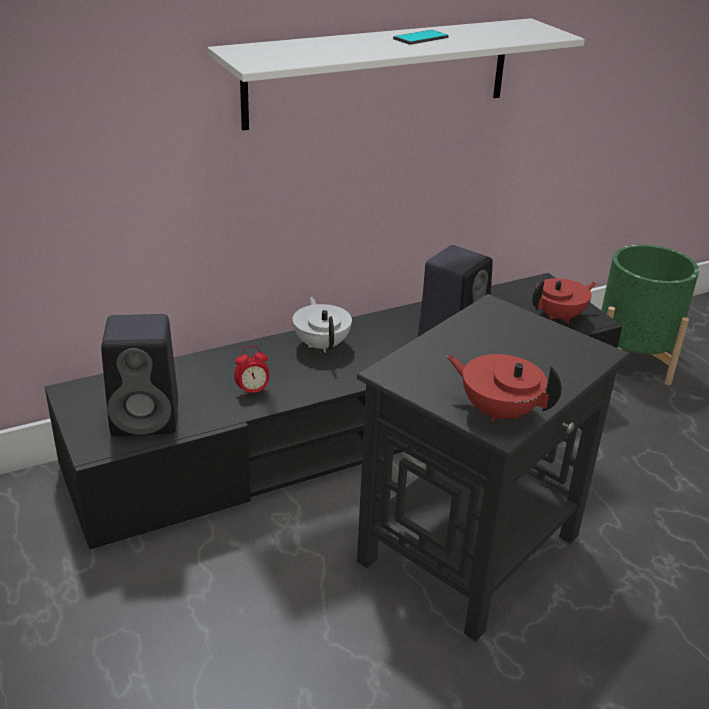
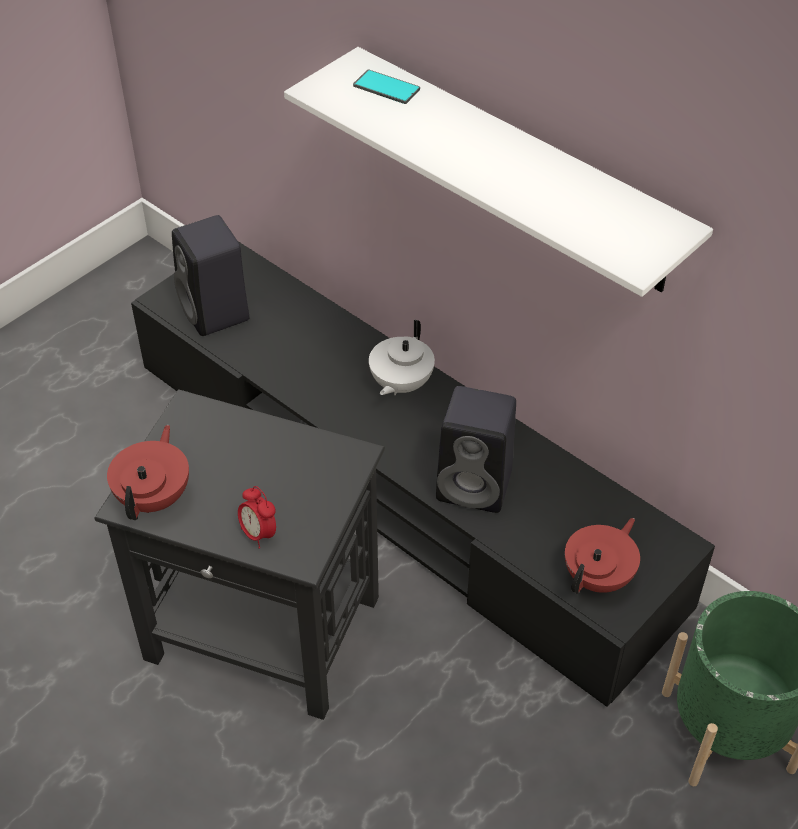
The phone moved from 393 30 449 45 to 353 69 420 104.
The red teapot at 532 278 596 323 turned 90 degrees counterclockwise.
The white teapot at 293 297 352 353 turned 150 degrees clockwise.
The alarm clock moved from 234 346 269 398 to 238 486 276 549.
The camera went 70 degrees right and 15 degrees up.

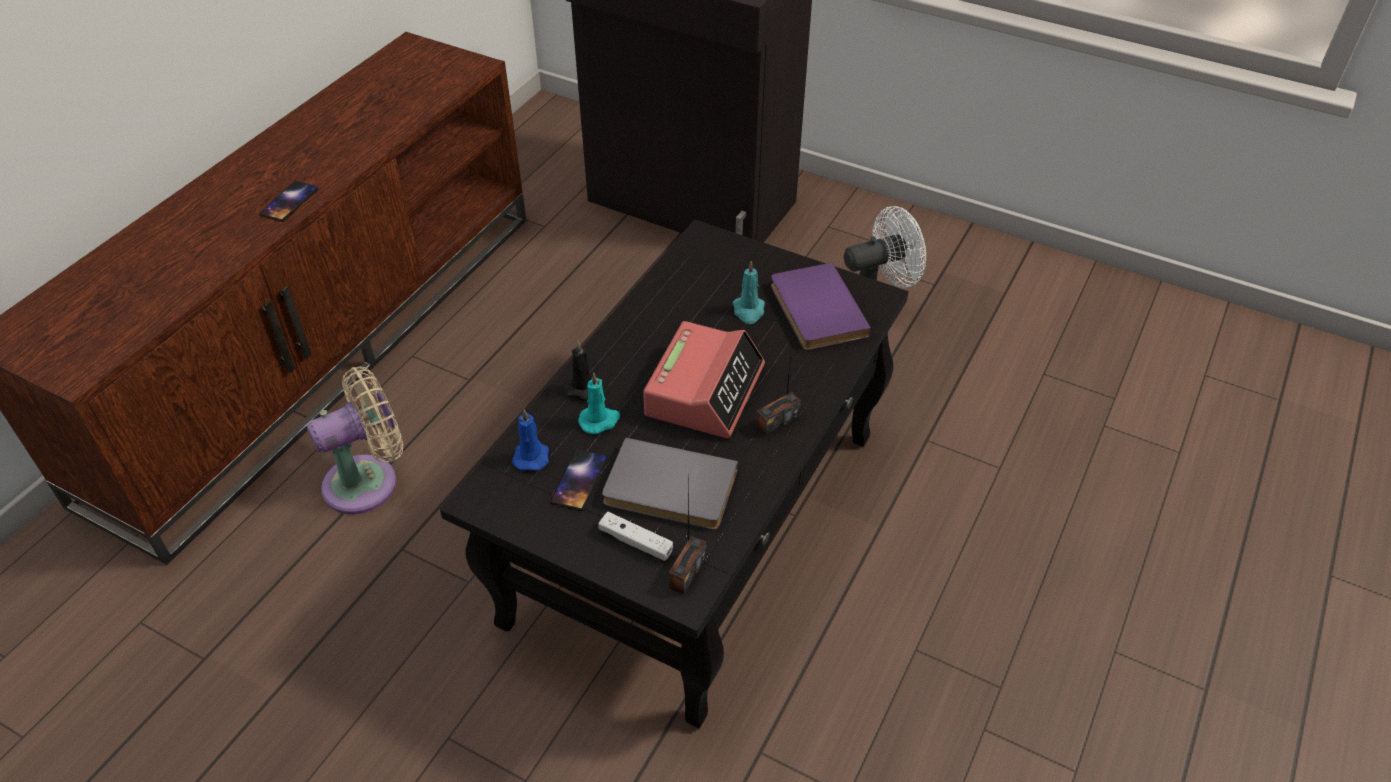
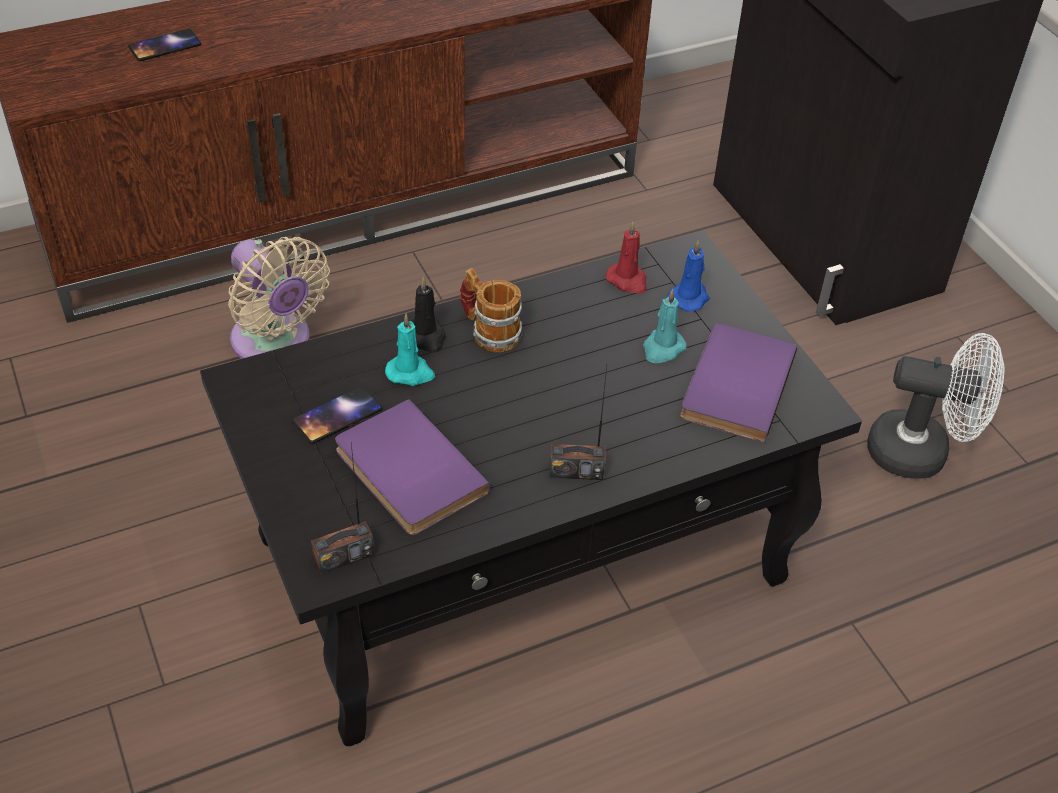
The phone moved from 259 181 318 222 to 128 29 201 61.
The alarm clock at 643 321 765 438 disappeared.
The beige fan at 307 366 403 514 turned 45 degrees clockwise.
The blue candle moved from 512 409 549 471 to 668 241 710 312.
The grey book at 602 438 738 530 became the purple book at 335 399 490 535.
The white game controller at 598 512 673 561 disappeared.
The red candle at 606 221 647 294 appeared.
The mug at 460 268 522 352 appeared.
The camera went 35 degrees right and 0 degrees up.

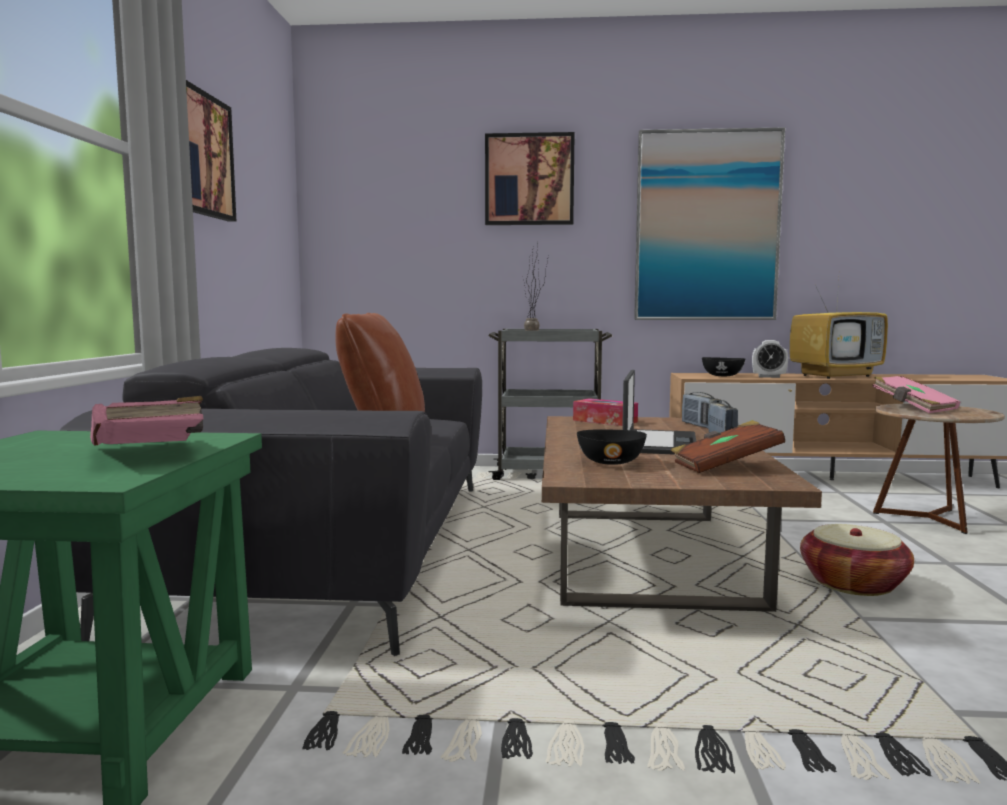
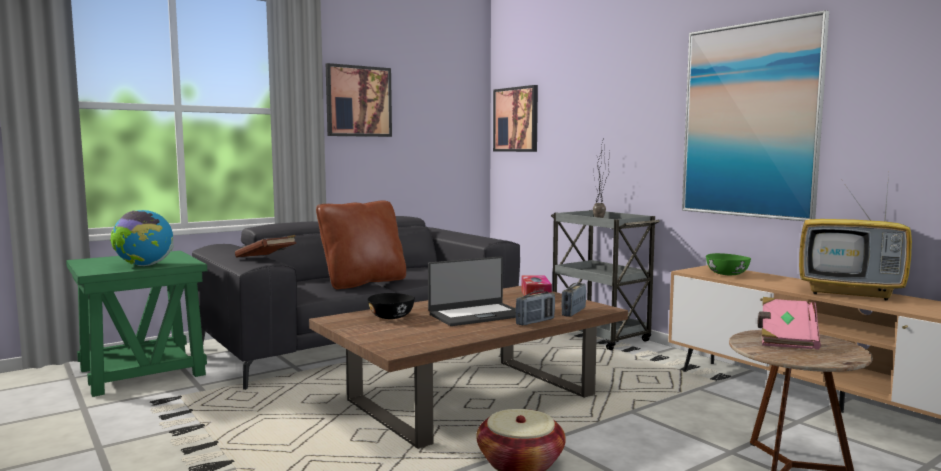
The picture moved from 485 132 575 225 to 493 85 538 152.
The alarm clock at 752 340 788 378 disappeared.
The black bowl at 702 357 745 376 became the green bowl at 706 253 751 275.
The pink book at 90 396 203 446 was replaced by the globe at 110 210 173 266.
The brown book moved from 671 420 785 473 to 235 235 297 258.
The camera went 50 degrees right and 0 degrees up.

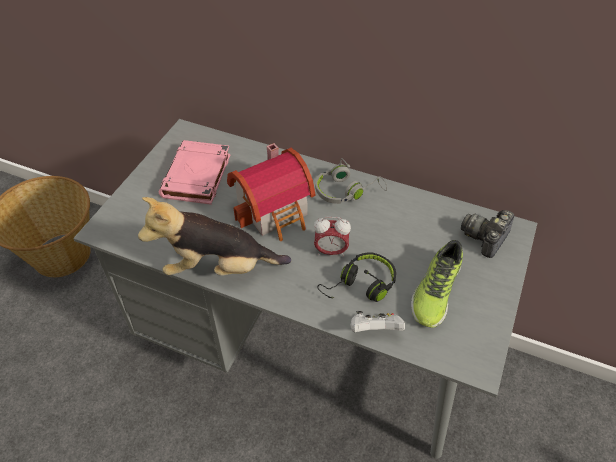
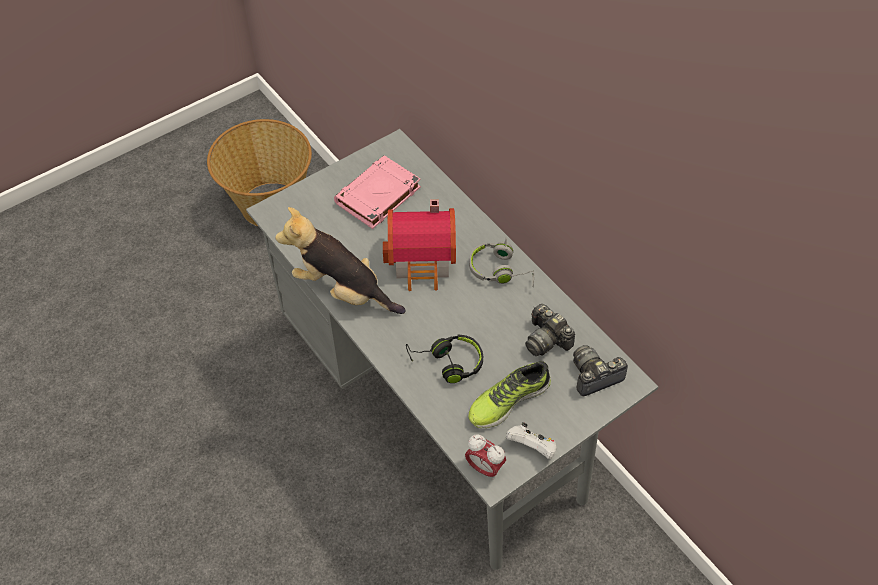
The alarm clock moved from 314 217 351 257 to 465 434 506 480.
The white game controller moved from 351 311 405 332 to 506 422 557 459.
The photo camera at 525 304 575 356 appeared.
The camera went 30 degrees right and 5 degrees up.

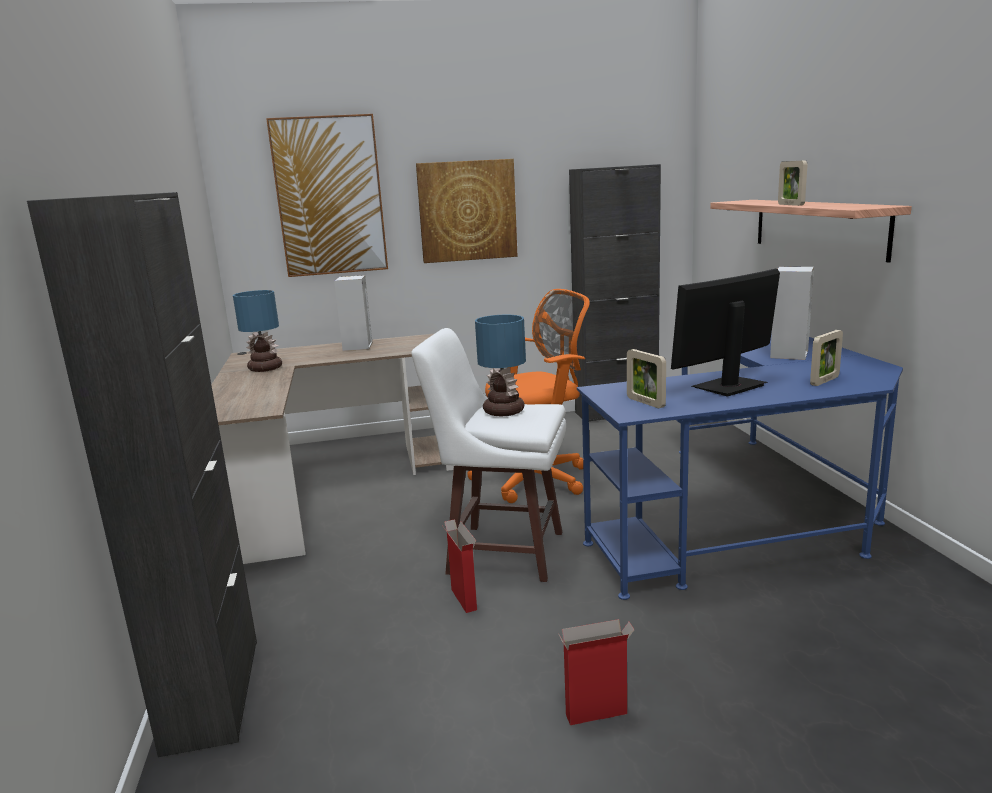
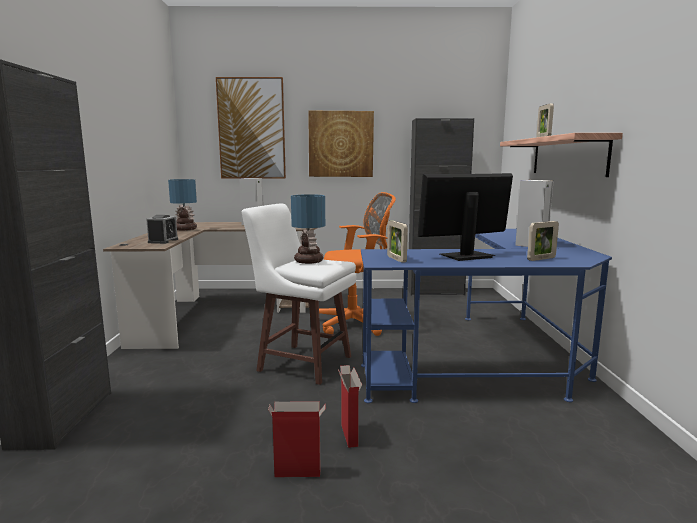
The cardboard box moved from 443 519 477 613 to 338 365 362 448.
The alarm clock at 146 215 178 244 appeared.
The camera went 10 degrees right and 5 degrees down.

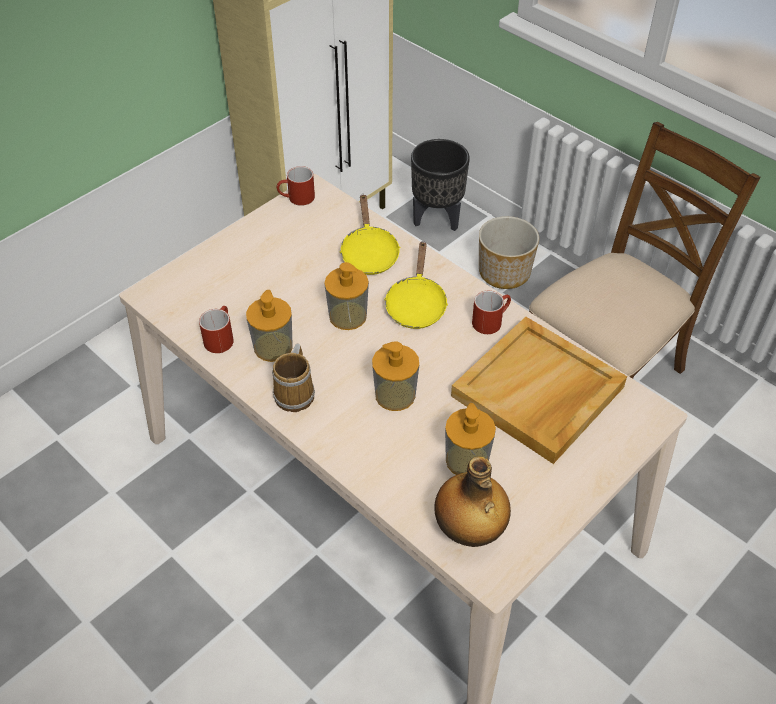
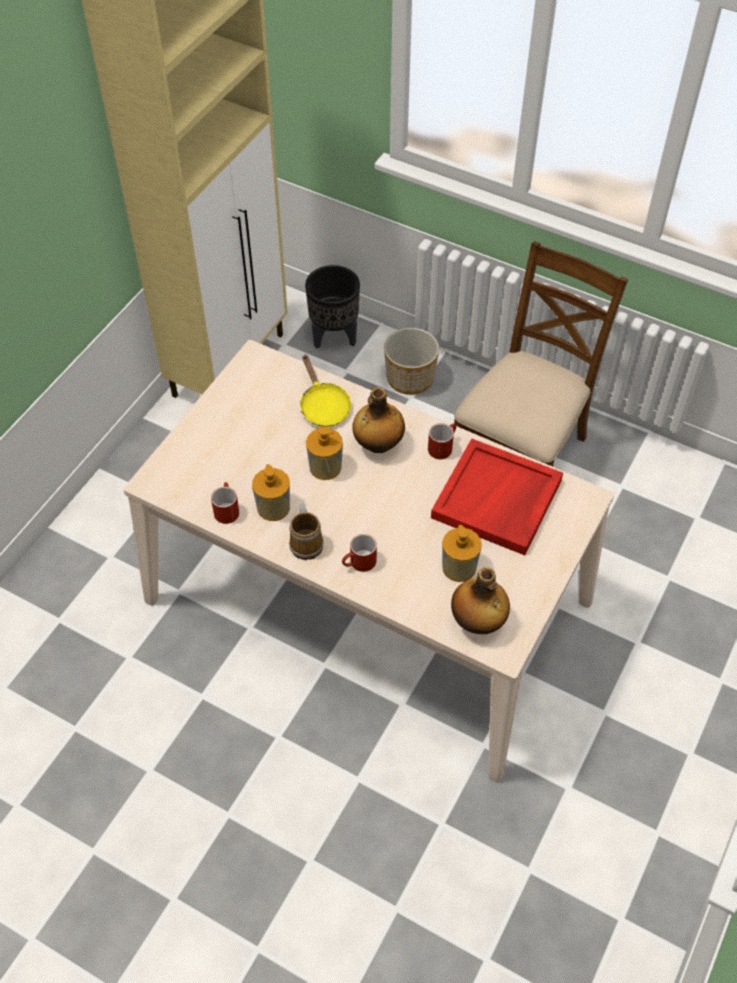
The red mug moved from 276 166 315 206 to 342 534 377 572.
The yellow frying pan at 384 241 448 329 was replaced by the bottle at 352 387 405 453.
The beige tray at 451 317 627 464 became the red tray at 431 438 563 555.
The soap dispenser at 372 341 419 411 disappeared.
The camera went 15 degrees left and 5 degrees up.

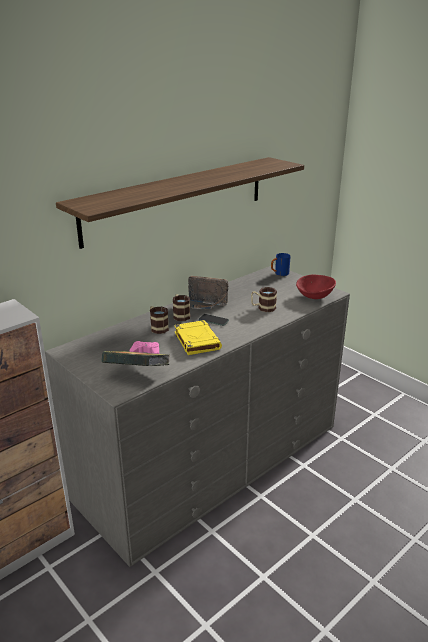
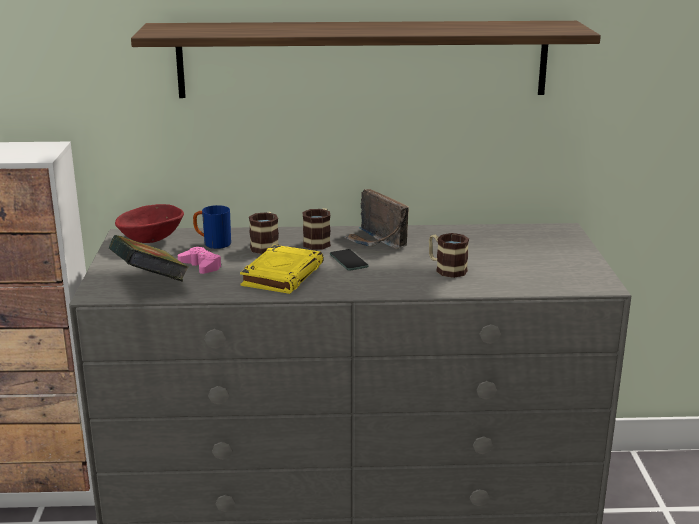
The blue mug moved from 271 253 291 276 to 193 205 231 249.
The red bowl moved from 296 274 336 299 to 115 204 184 243.
The camera went 40 degrees right and 5 degrees down.

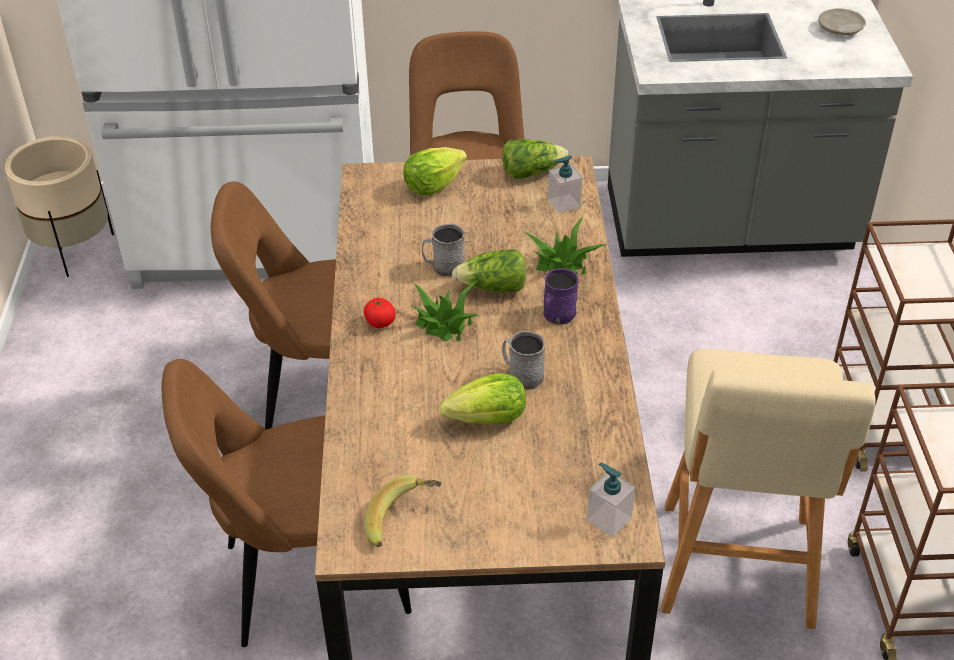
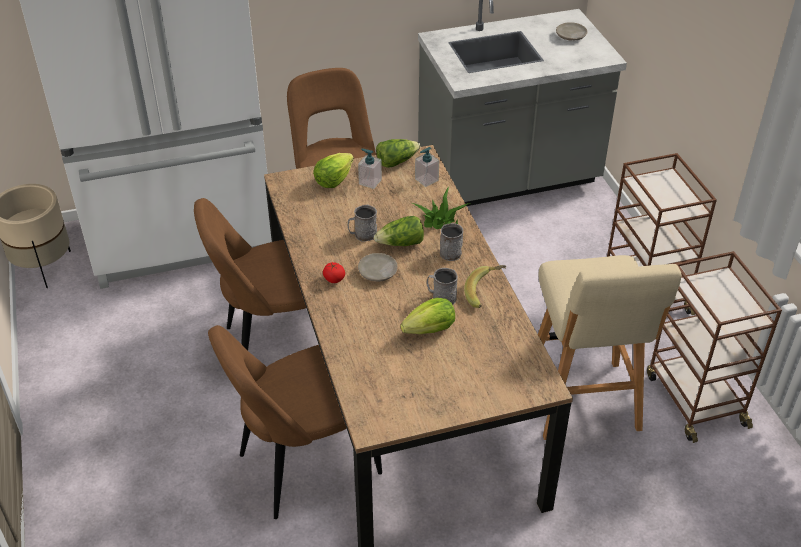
The purple mug at 543 268 579 325 became the grey mug at 440 223 463 261.
The potted plant at 410 280 479 342 was replaced by the beige plate at 358 253 397 282.
The soap dispenser moved from 587 463 635 537 to 358 148 382 189.
The banana moved from 365 475 441 547 to 464 265 506 308.
The camera went 15 degrees left and 0 degrees up.

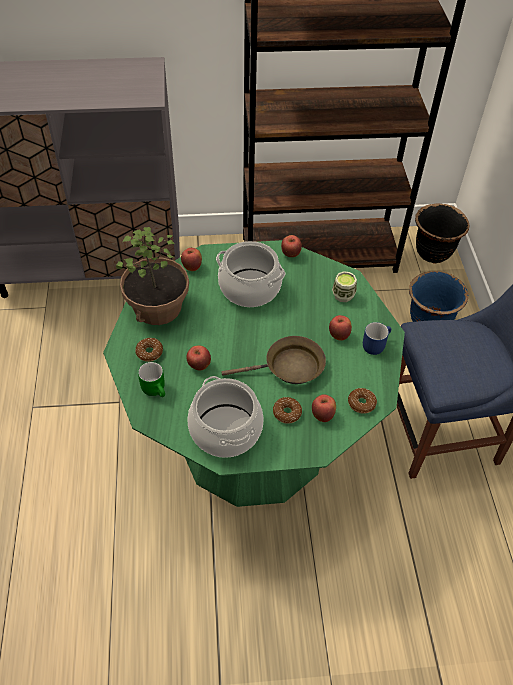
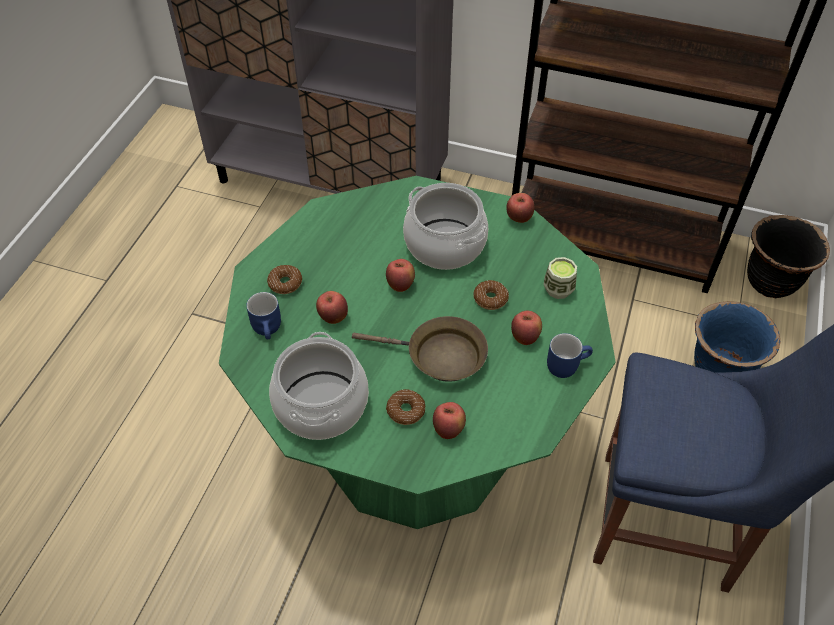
The potted plant at 116 227 189 325 disappeared.
The apple moved from 181 248 202 271 to 386 259 415 292.
The green mug at 138 362 165 397 became the blue mug at 246 292 281 339.
The donut moved from 348 388 377 414 to 474 280 509 310.
The camera went 25 degrees right and 0 degrees up.

